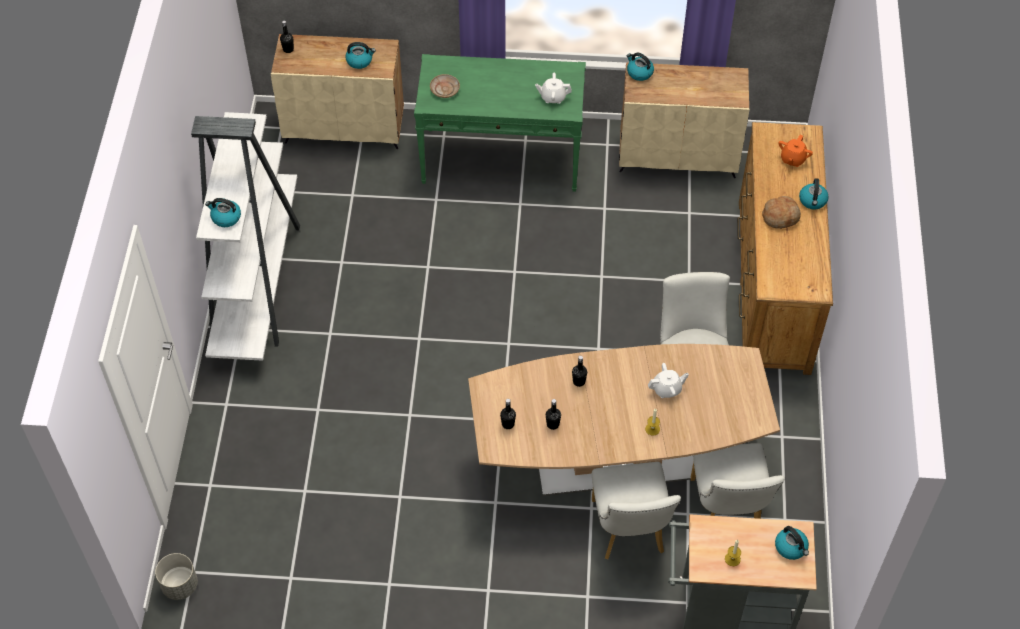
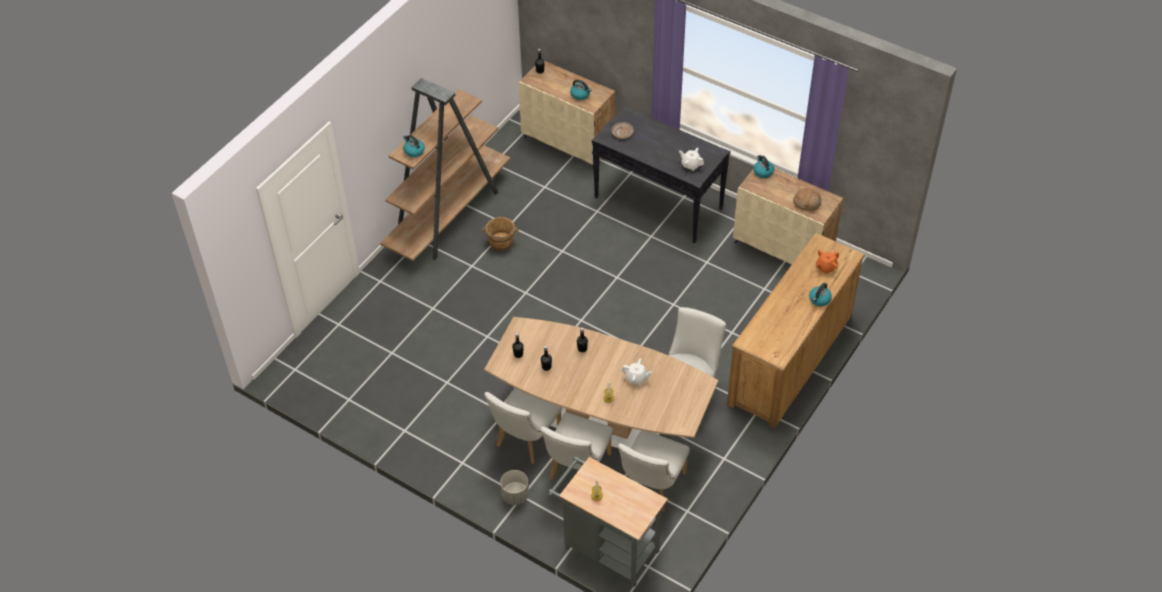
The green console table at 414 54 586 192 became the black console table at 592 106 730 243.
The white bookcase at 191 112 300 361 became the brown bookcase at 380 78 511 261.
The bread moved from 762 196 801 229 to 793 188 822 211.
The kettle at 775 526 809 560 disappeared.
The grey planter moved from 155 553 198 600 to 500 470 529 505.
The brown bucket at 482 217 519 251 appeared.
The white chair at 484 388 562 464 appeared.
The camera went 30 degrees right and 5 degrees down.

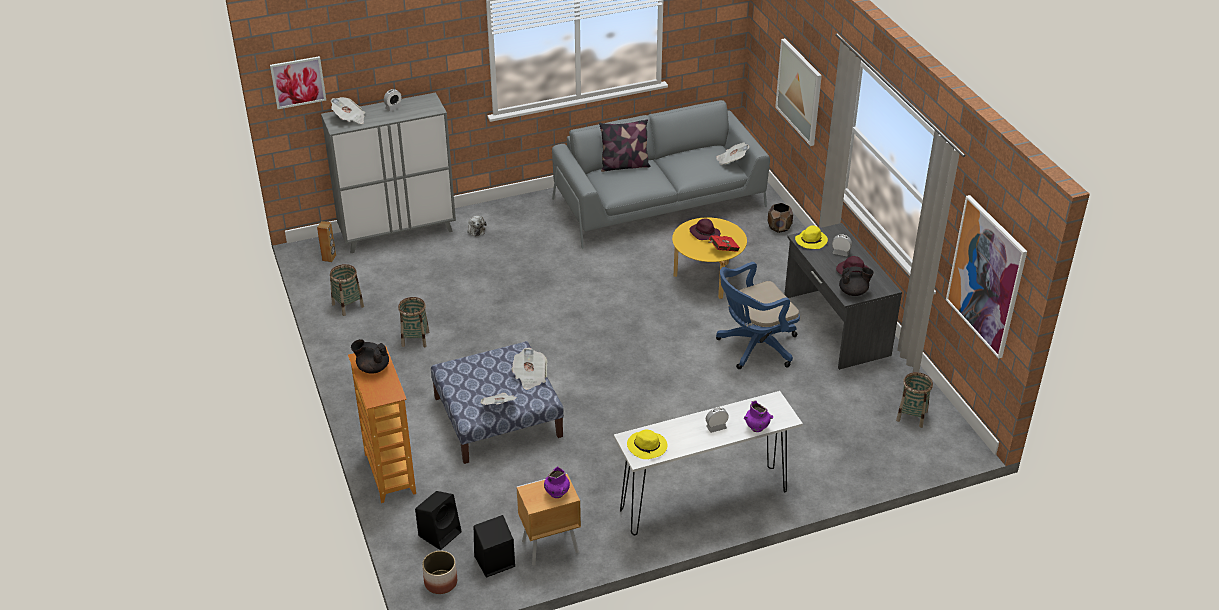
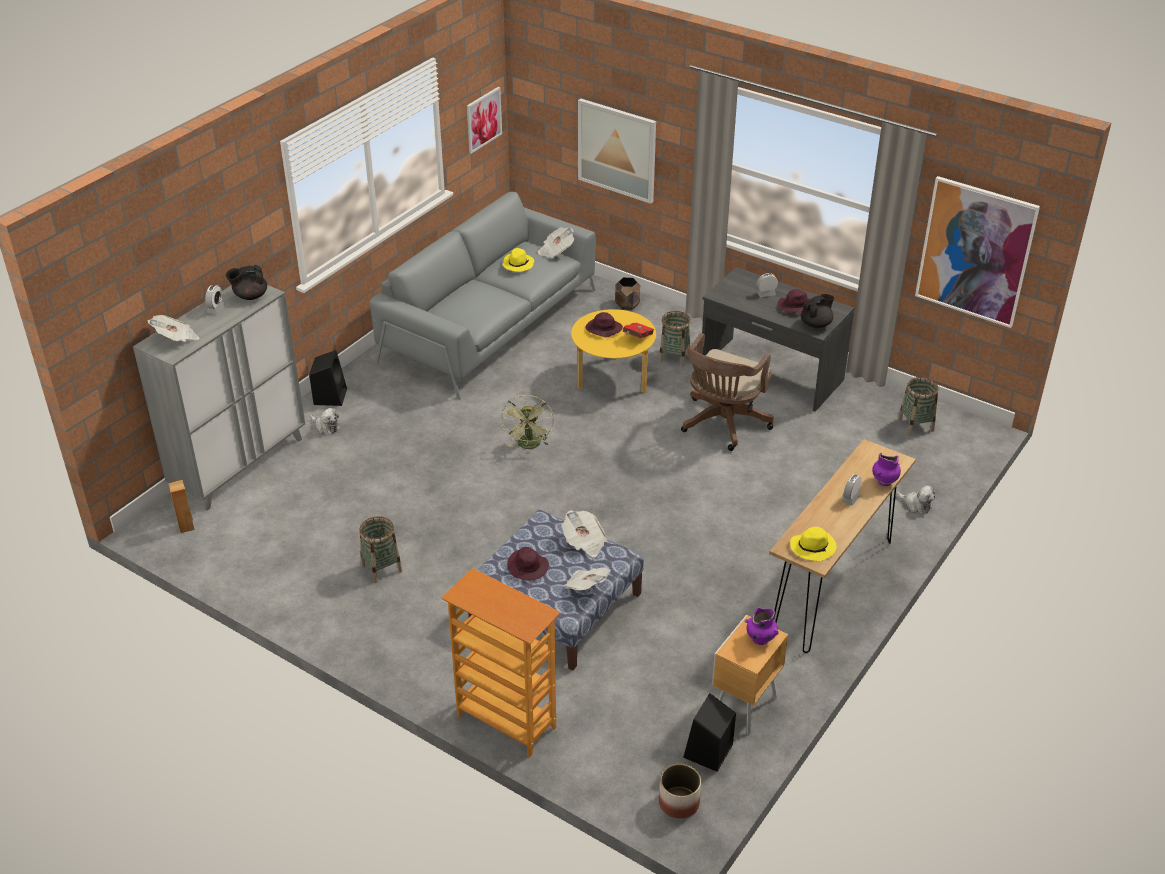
The picture moved from 270 56 326 109 to 467 87 502 154.
The pillow at 599 119 650 172 disappeared.
The yellow hat moved from 795 225 828 249 to 502 248 534 272.
The blue office chair at 716 262 800 369 became the brown office chair at 681 333 774 451.
The basket moved from 330 264 364 316 to 659 311 691 366.
The black teapot moved from 351 339 389 374 to 226 265 267 300.
The white console table at 614 391 803 535 became the brown console table at 769 439 916 653.
The black speaker moved from 415 491 462 550 to 309 350 347 406.
The green fan at 501 395 554 449 appeared.
The plush toy at 896 485 935 514 appeared.
The purple hat at 507 547 549 581 appeared.
The camera went 35 degrees left and 0 degrees up.

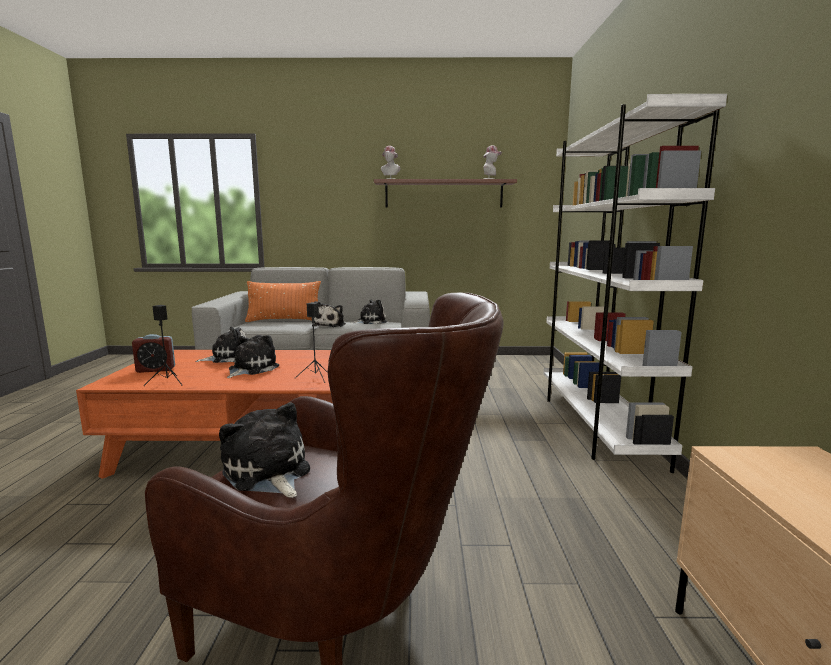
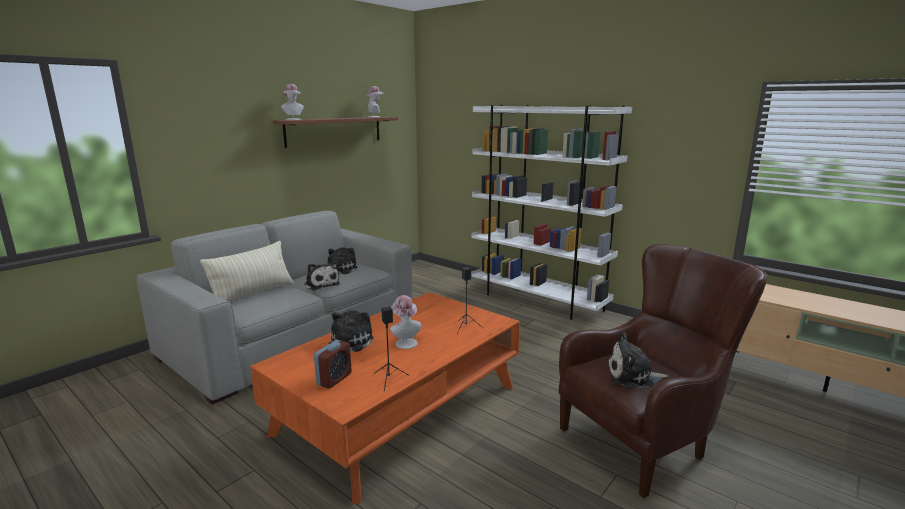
The orange pillow at 245 281 321 322 became the beige pillow at 200 241 294 302.
The plush toy at 227 335 280 378 was replaced by the hat at 390 295 421 349.
The camera went 50 degrees left and 5 degrees up.

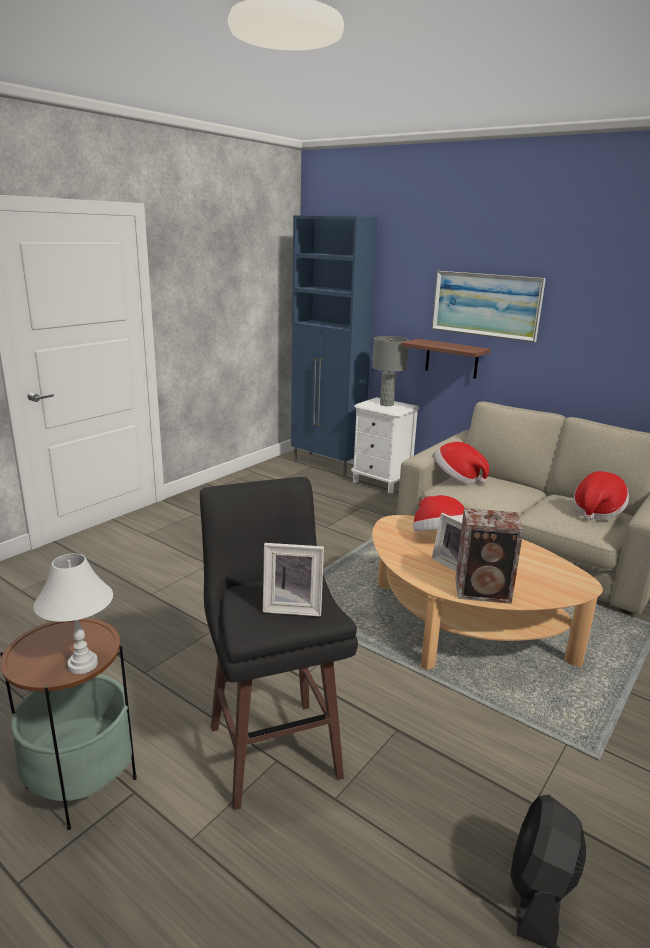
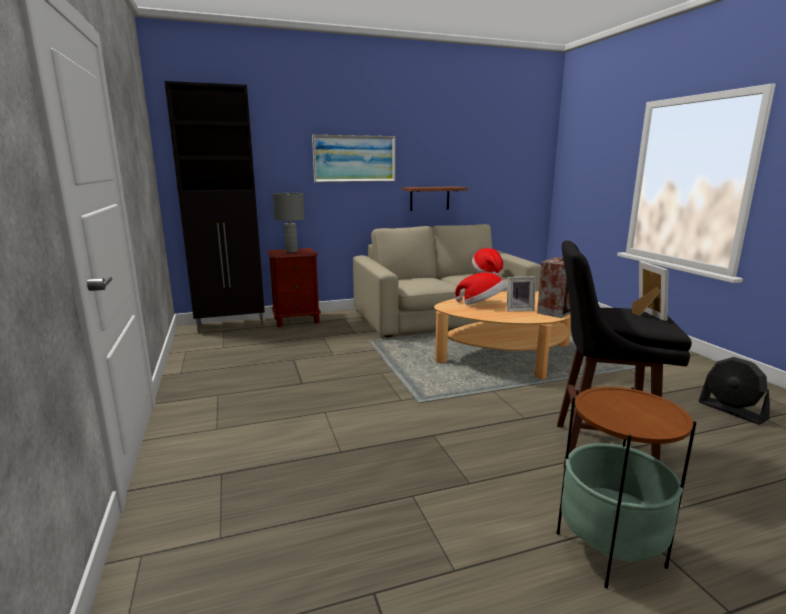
The blue cabinet at 291 215 378 476 became the black cabinet at 164 81 265 333.
The shelf moved from 401 339 491 379 to 402 186 468 211.
The white nightstand at 351 397 420 493 became the brown nightstand at 268 248 321 327.
The hat at 435 442 489 484 disappeared.
The picture frame at 263 543 324 617 turned 45 degrees counterclockwise.
The white table lamp at 33 554 113 674 disappeared.
The camera went 55 degrees left and 5 degrees down.

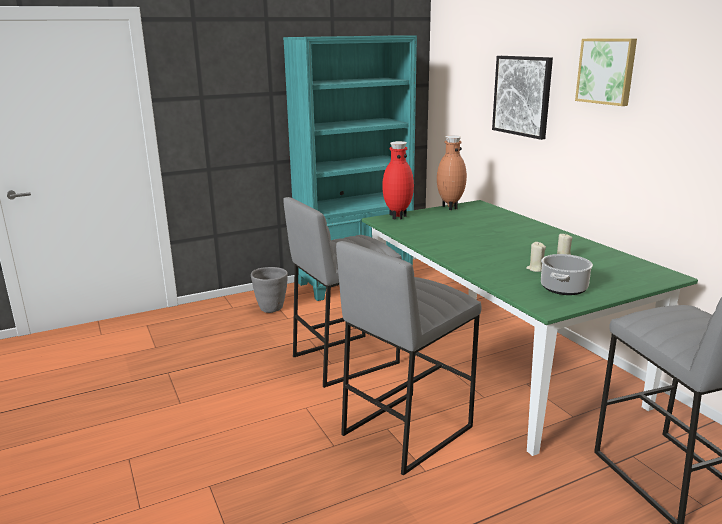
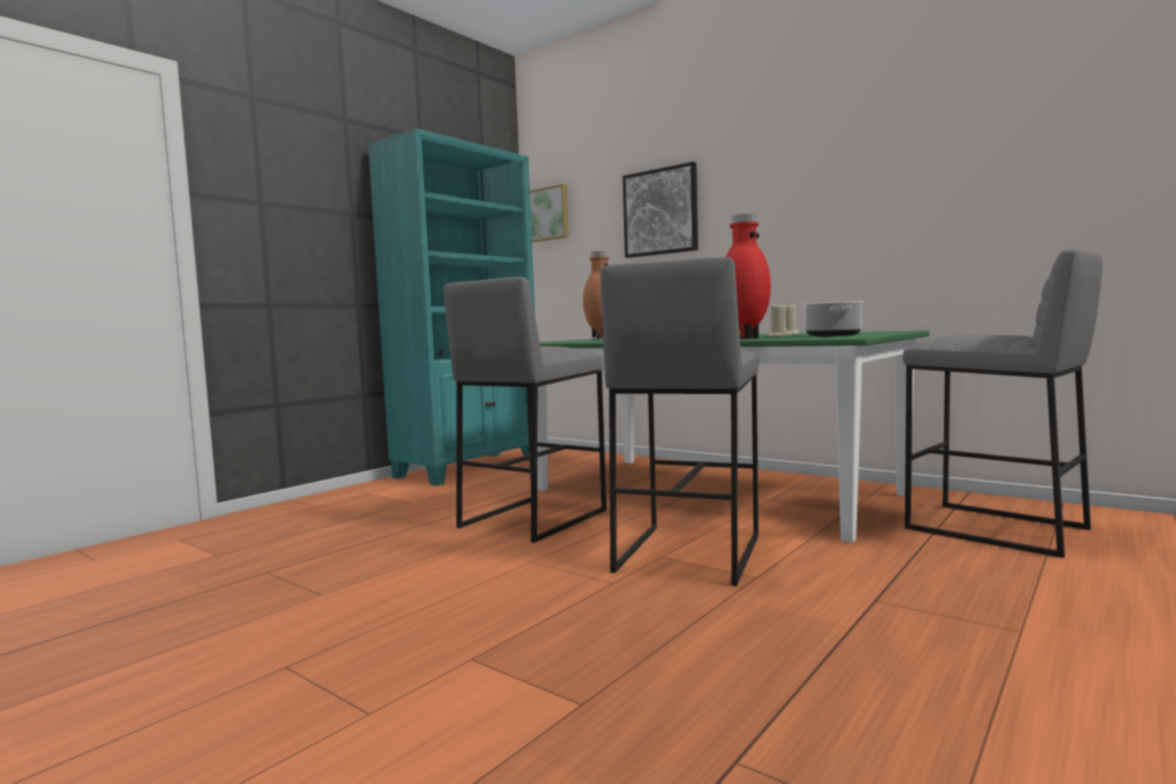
The picture moved from 575 39 637 106 to 530 184 569 242.
The red vase moved from 382 141 414 220 to 726 214 771 339.
The grey planter at 251 267 288 313 disappeared.
The camera went 25 degrees left and 15 degrees down.

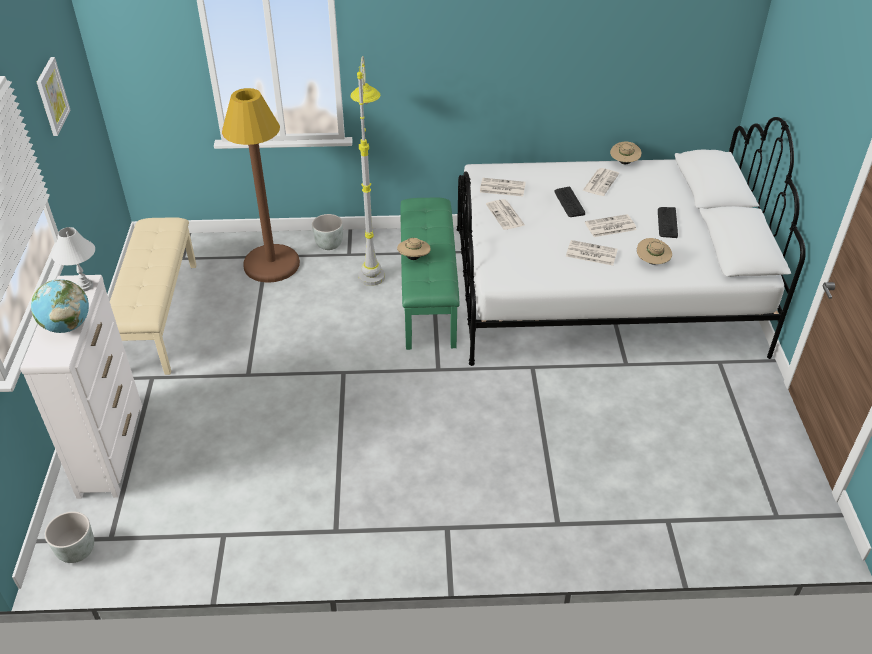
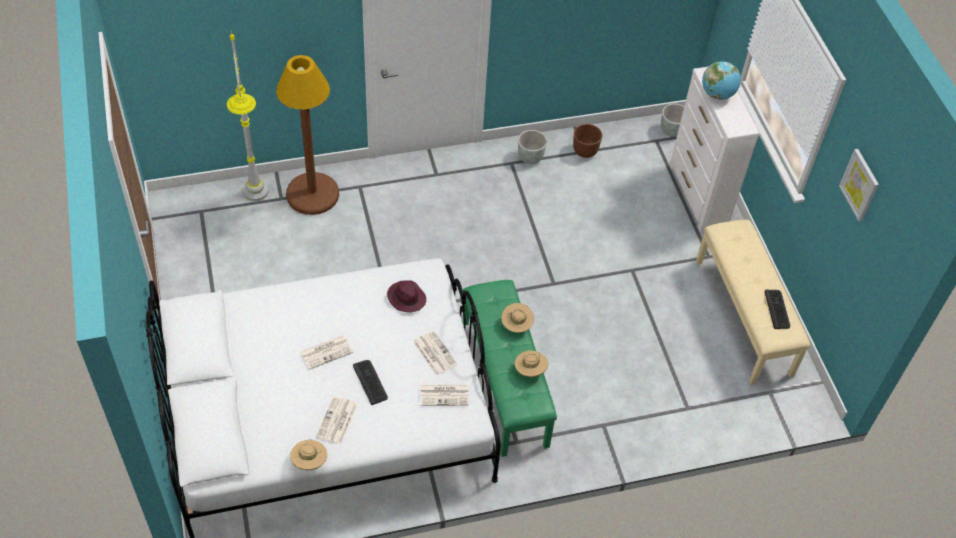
The grey floor lamp moved from 350 56 385 286 to 227 31 268 202.
The brown floor lamp moved from 222 88 300 283 to 276 55 339 215.
The keyboard moved from 658 207 678 238 to 765 290 790 329.
The grey planter moved from 312 214 343 250 to 518 130 547 164.
The white table lamp at 52 227 95 291 disappeared.
The beige hat moved from 637 238 672 265 to 515 350 548 377.
The newspaper at 566 240 618 266 disappeared.
The brown planter at 573 124 602 158 appeared.
The purple hat at 387 280 426 312 appeared.
The camera went 165 degrees right and 10 degrees up.

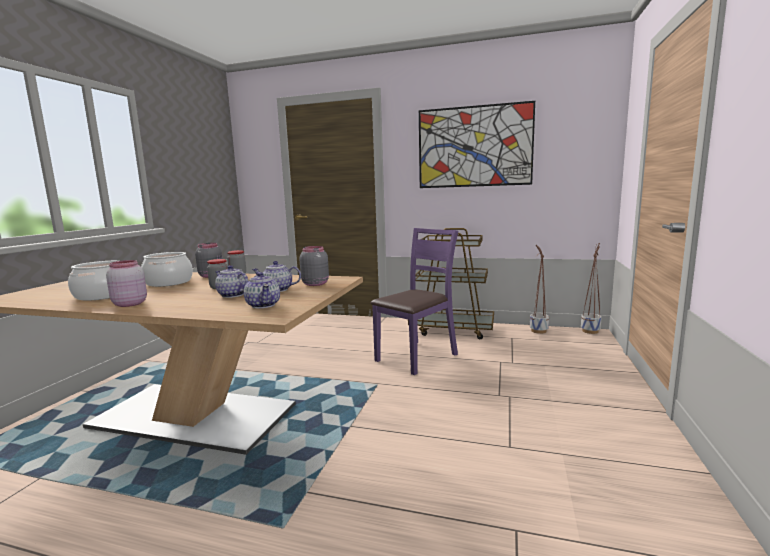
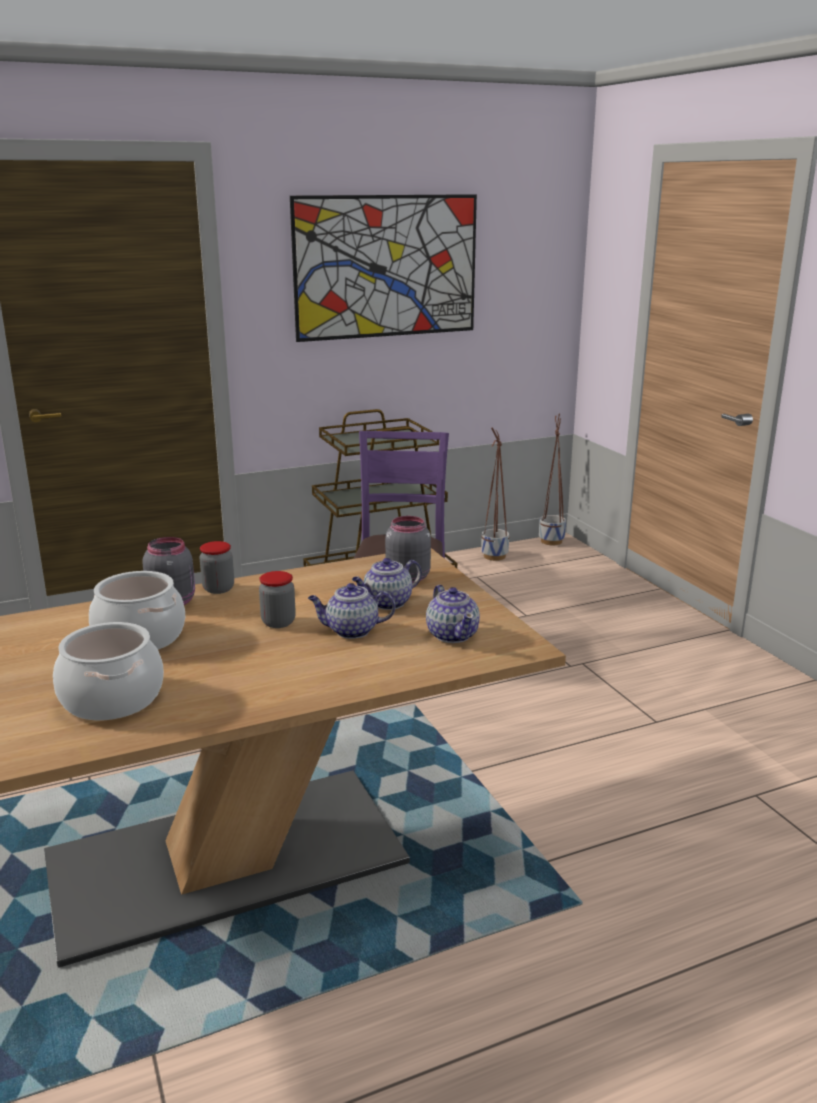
The pink jar at 106 260 147 307 disappeared.
The teapot at 244 272 280 308 turned 45 degrees clockwise.
The camera went 40 degrees left and 10 degrees up.

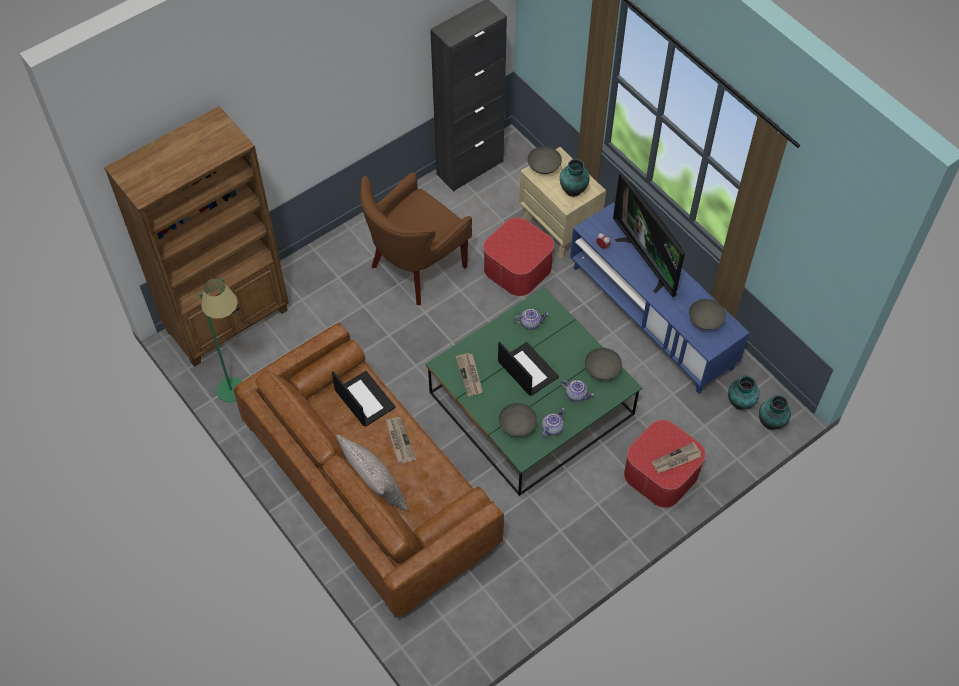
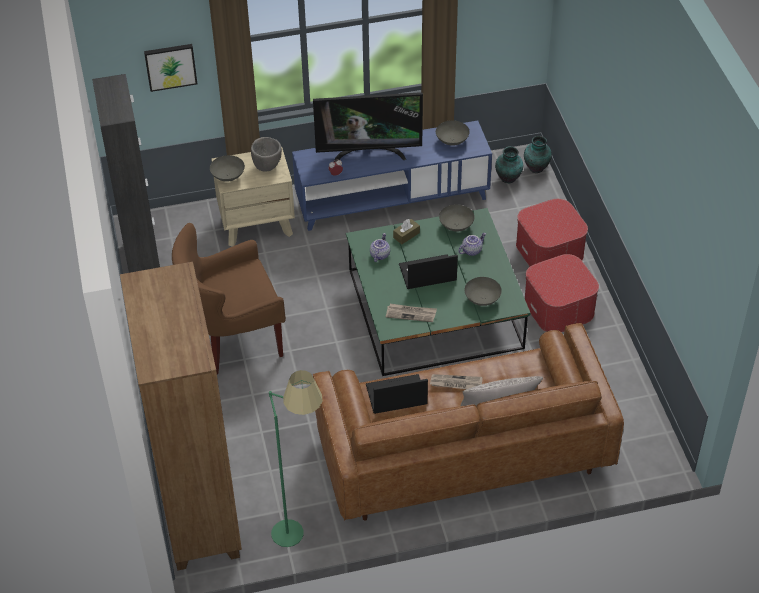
The vase at 560 159 590 197 was replaced by the grey bowl at 251 137 282 172.
The brown armchair at 360 173 472 305 turned 90 degrees clockwise.
The ottoman moved from 483 217 554 296 to 525 254 599 332.
The teapot at 541 408 564 437 disappeared.
The newspaper at 652 442 701 473 disappeared.
The picture at 144 44 197 92 appeared.
The brown tissue box at 393 219 420 244 appeared.
The camera went 65 degrees left and 10 degrees down.

